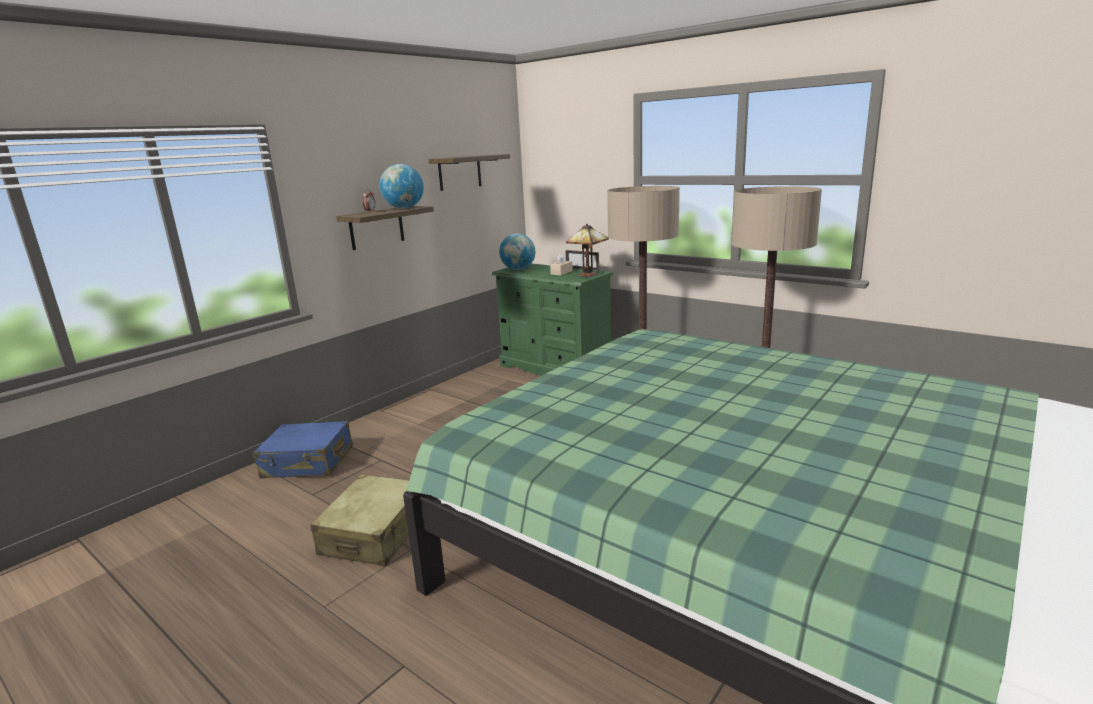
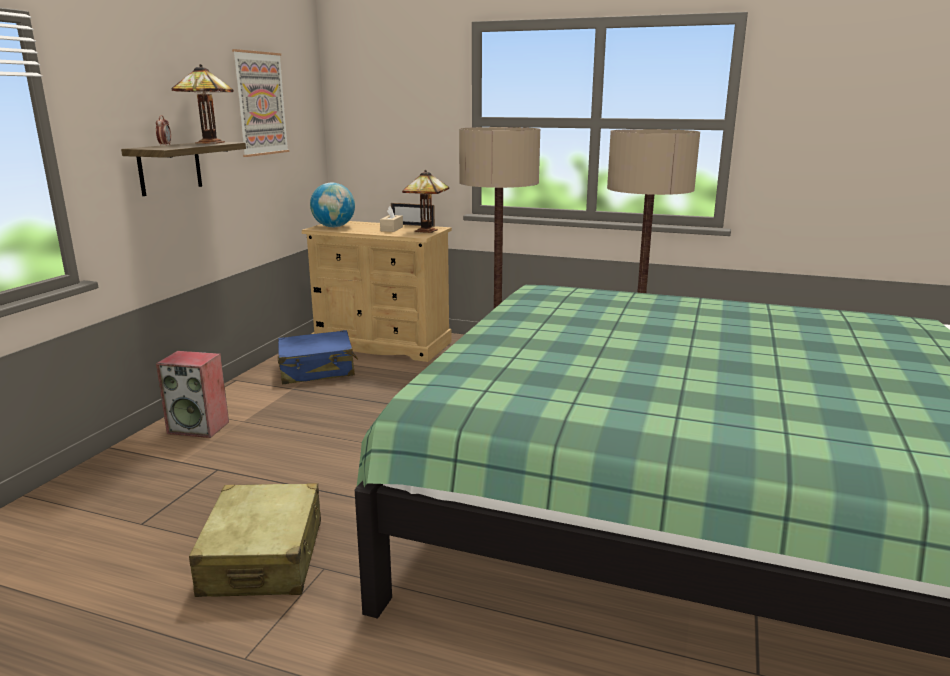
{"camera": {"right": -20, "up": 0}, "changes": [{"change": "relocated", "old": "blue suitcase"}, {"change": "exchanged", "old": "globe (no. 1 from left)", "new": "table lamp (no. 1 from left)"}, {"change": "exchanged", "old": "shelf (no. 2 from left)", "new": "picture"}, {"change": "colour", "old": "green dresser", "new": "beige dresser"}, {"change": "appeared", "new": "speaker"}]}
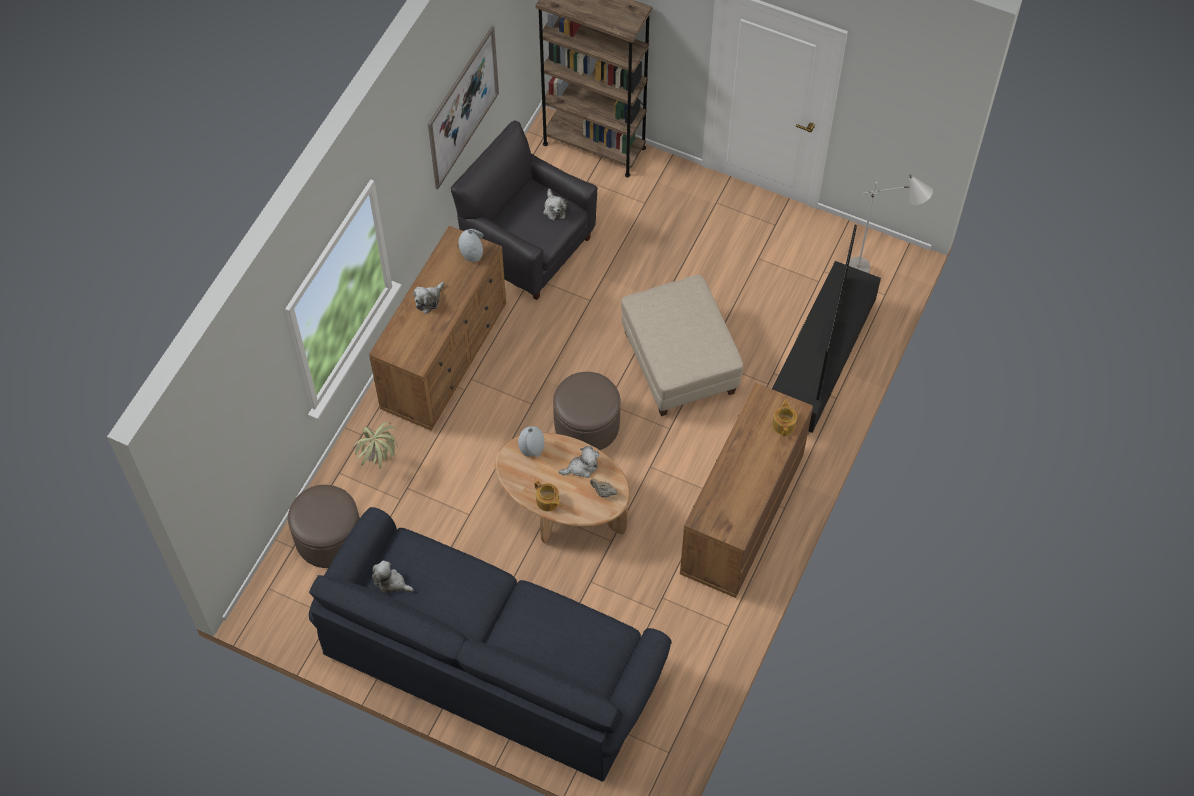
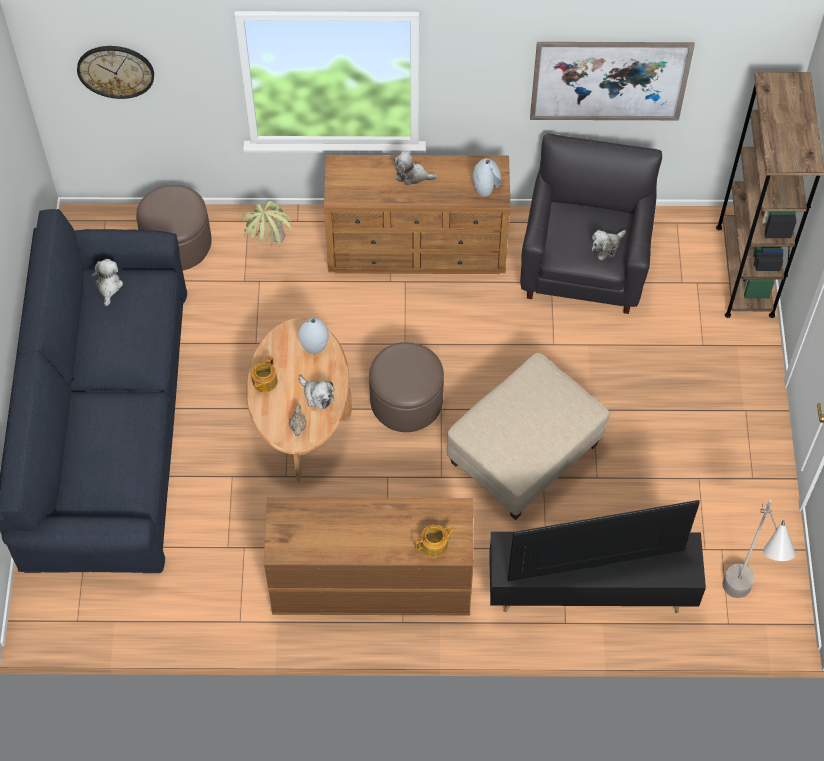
{"camera": {"right": 65, "up": 0}, "changes": [{"change": "appeared", "new": "wall clock"}]}
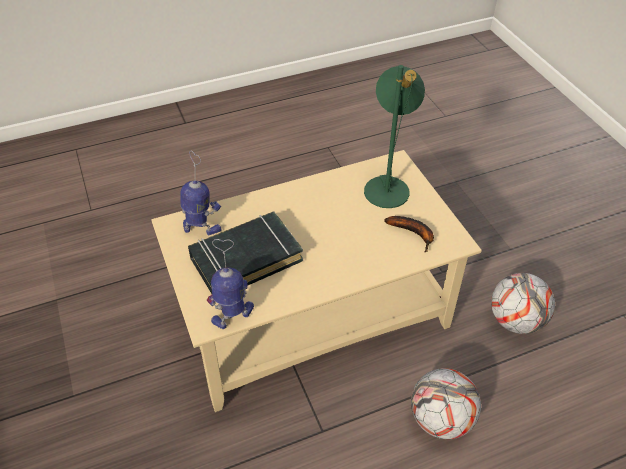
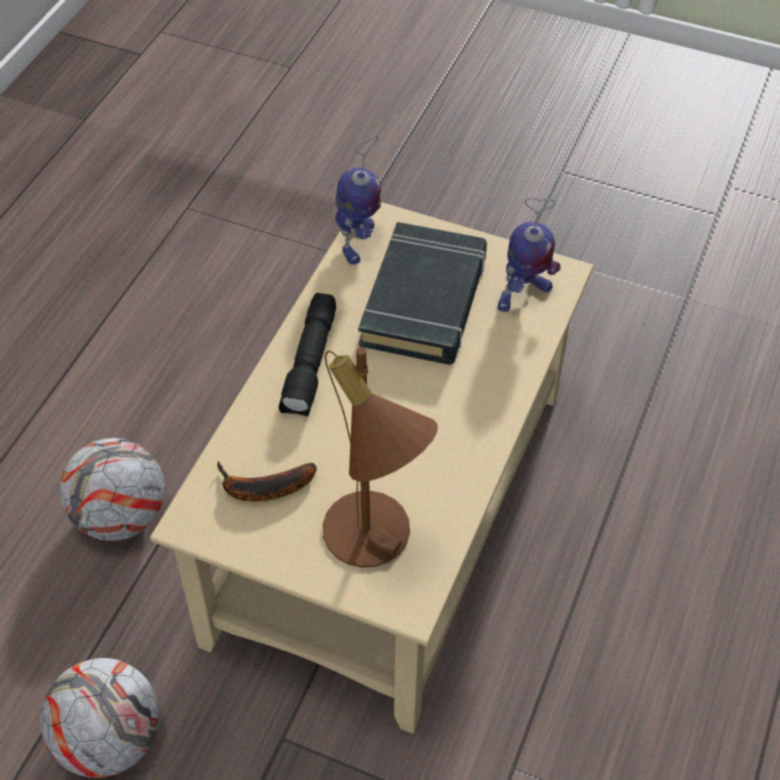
{"camera": {"right": 135, "up": 5}, "changes": [{"change": "colour", "old": "green table lamp", "new": "brown table lamp"}, {"change": "appeared", "new": "black flashlight"}]}
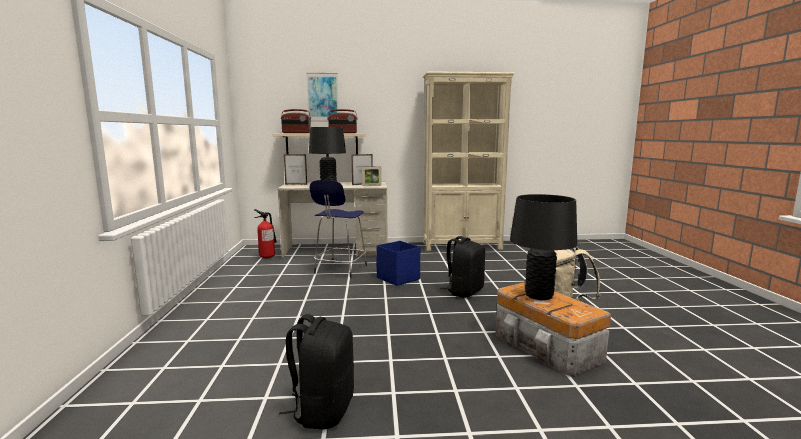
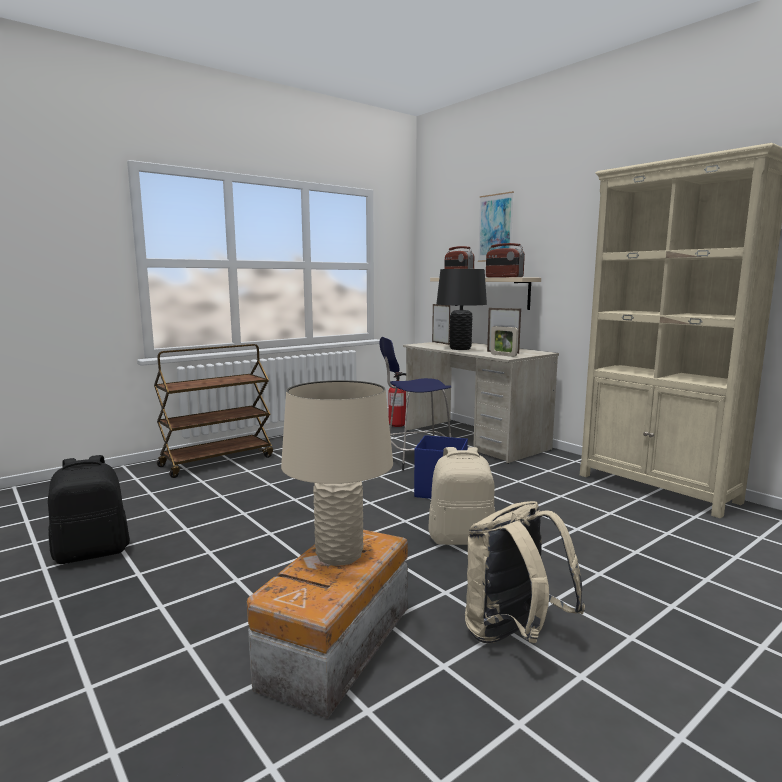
{"camera": {"right": 55, "up": 0}, "changes": [{"change": "colour", "old": "black backpack (no. 2 from left)", "new": "beige backpack (no. 1 from left)"}, {"change": "colour", "old": "black table lamp (no. 2 from left)", "new": "beige table lamp"}, {"change": "appeared", "new": "brown cart"}]}
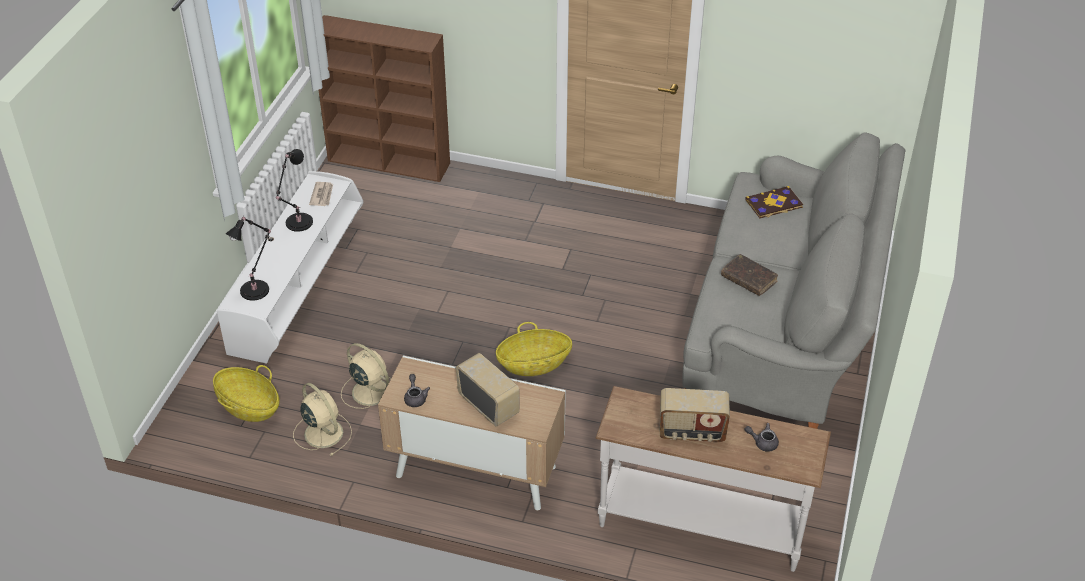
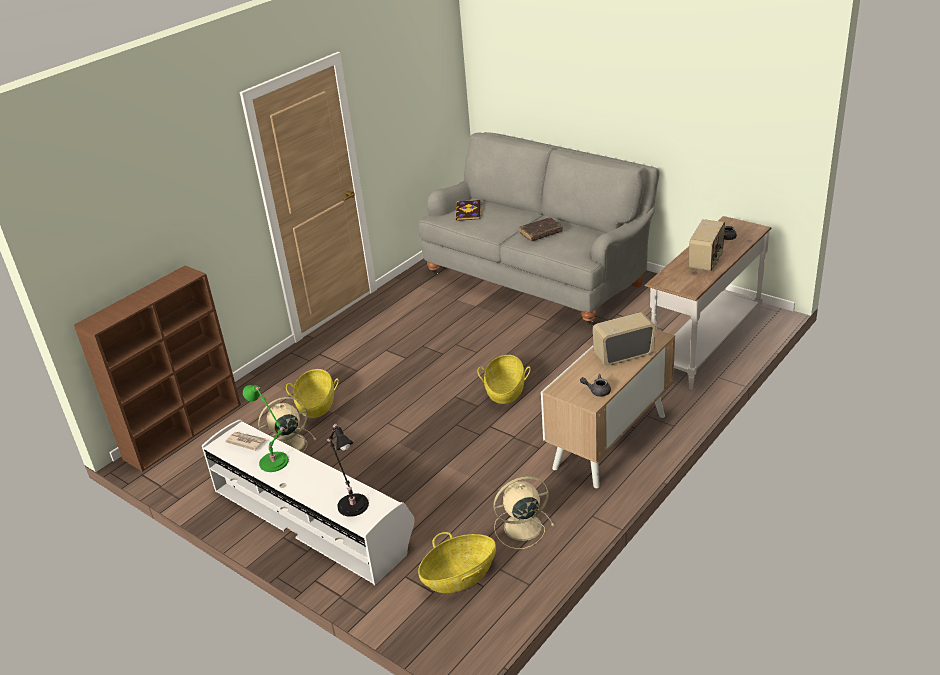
{"camera": {"right": -65, "up": -10}, "changes": [{"change": "colour", "old": "black table lamp (no. 2 from left)", "new": "green table lamp"}, {"change": "relocated", "old": "beige fan (no. 2 from left in the first image)", "new": "beige fan (no. 1 from left)"}, {"change": "appeared", "new": "basket (no. 1 from left)"}]}
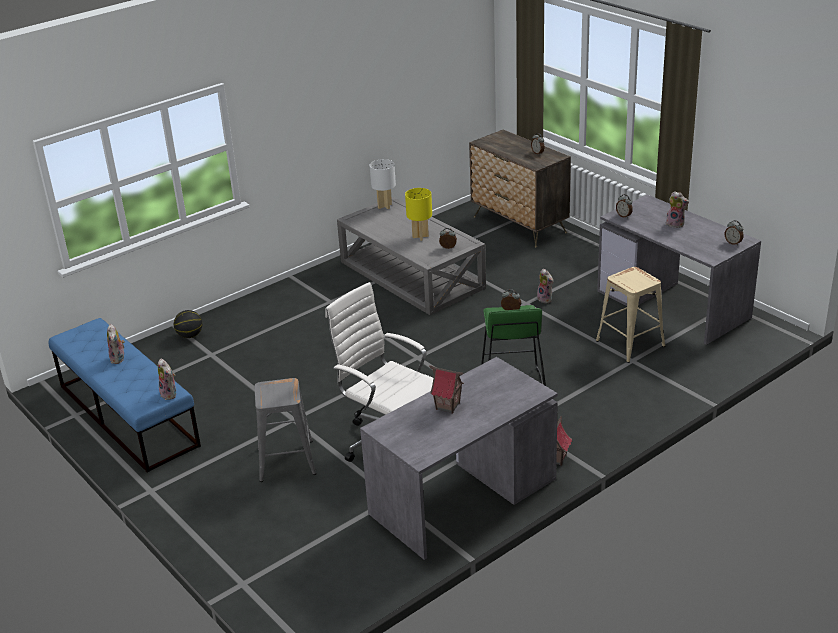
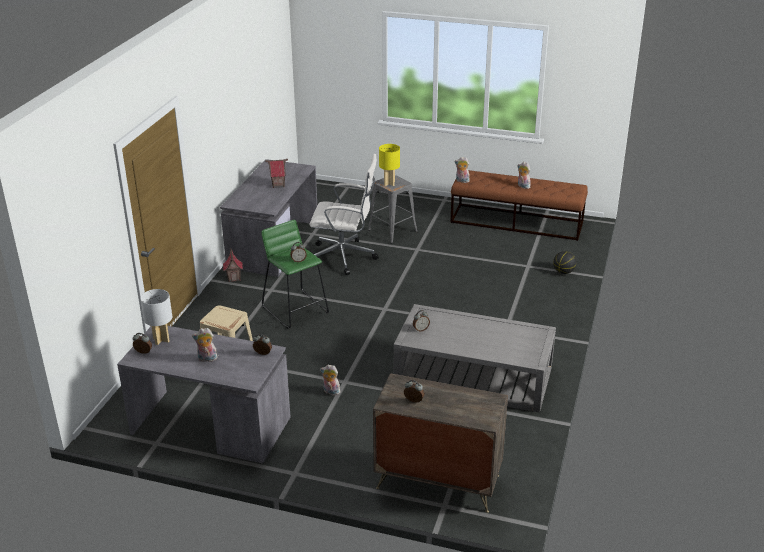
{"camera": {"right": 145, "up": 0}, "changes": [{"change": "colour", "old": "blue bench", "new": "brown bench"}, {"change": "relocated", "old": "white table lamp"}, {"change": "relocated", "old": "yellow table lamp"}]}
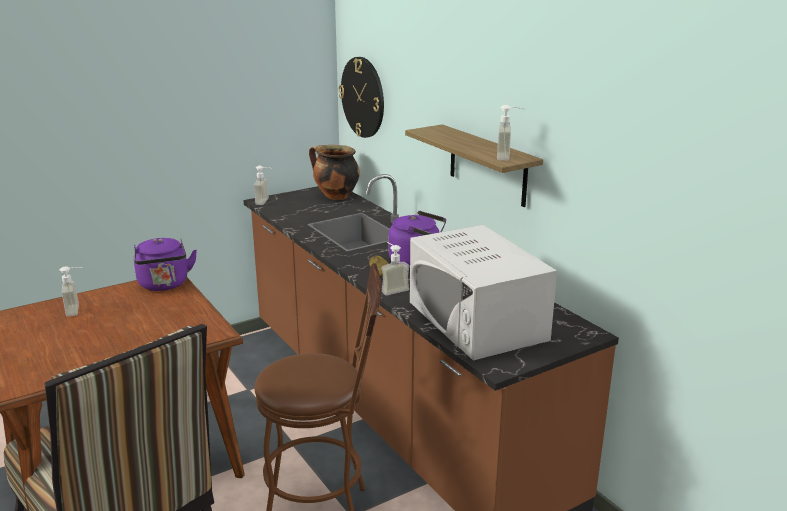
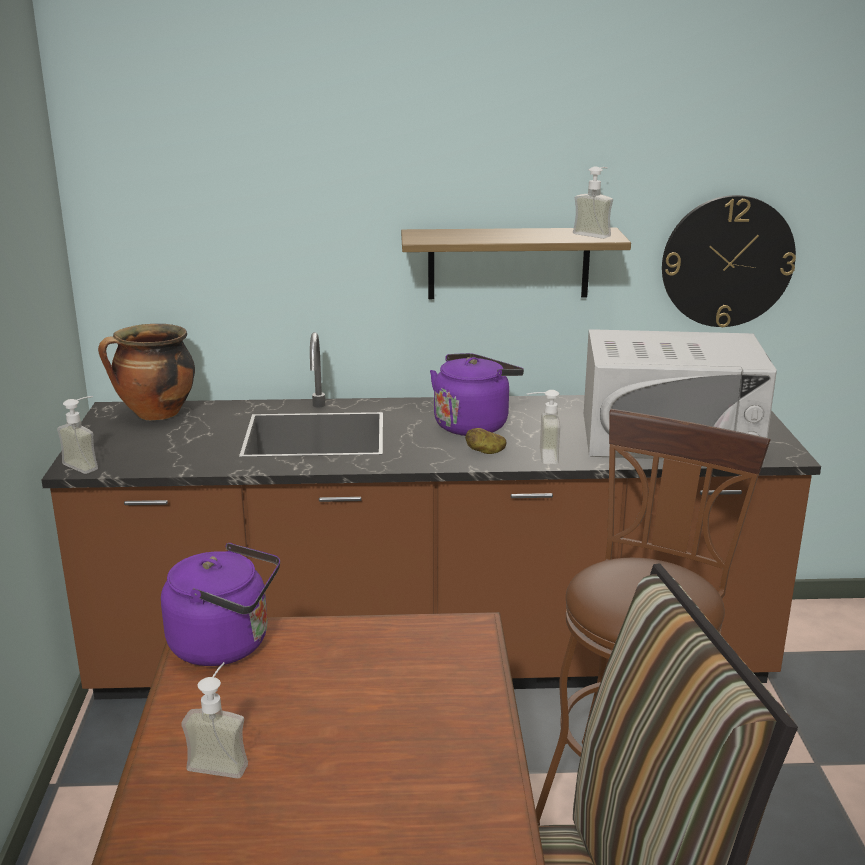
{"camera": {"right": -60, "up": 0}, "changes": [{"change": "relocated", "old": "wall clock"}]}
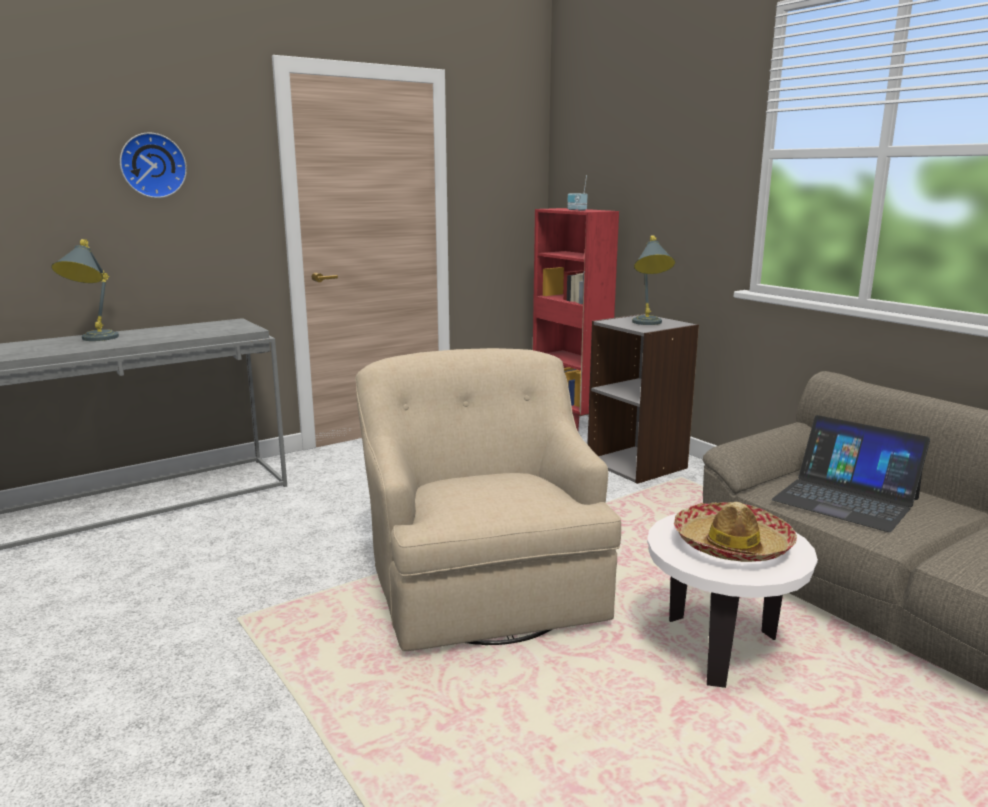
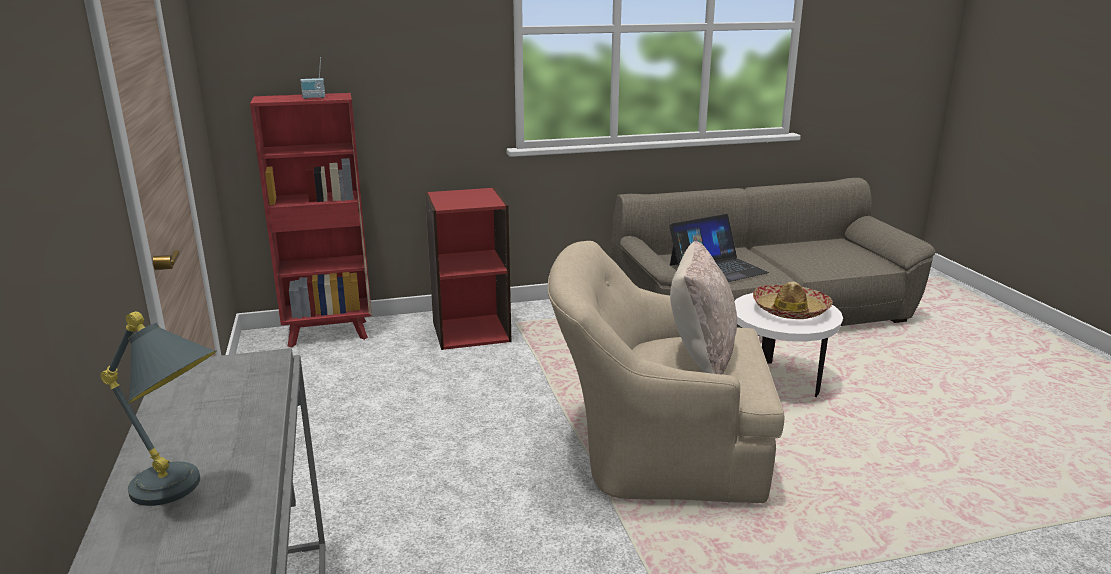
{"camera": {"right": -70, "up": 5}, "changes": [{"change": "missing", "old": "wall clock"}, {"change": "colour", "old": "grey bookcase", "new": "red bookcase (no. 2 from left)"}, {"change": "missing", "old": "grey table lamp (no. 2 from left)"}, {"change": "appeared", "new": "beige pillow"}]}
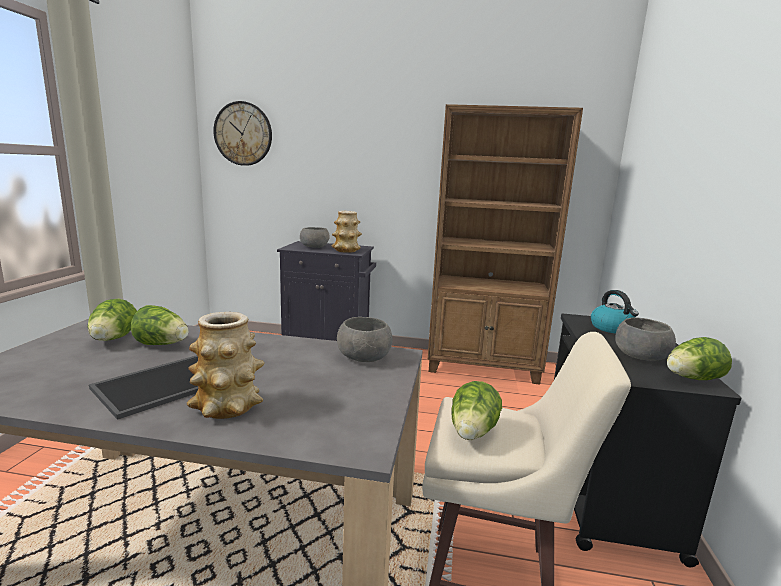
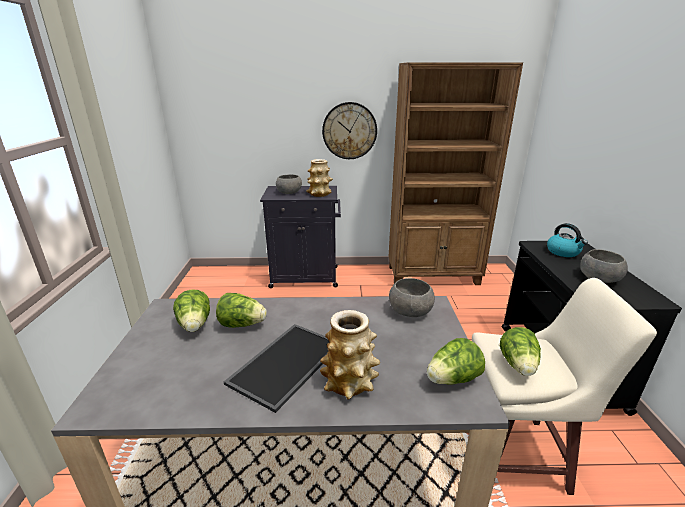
{"camera": {"right": -10, "up": 10}, "changes": [{"change": "relocated", "old": "wall clock"}, {"change": "relocated", "old": "lettuce (no. 4 from left in the first image)", "new": "lettuce (no. 3 from left)"}]}
